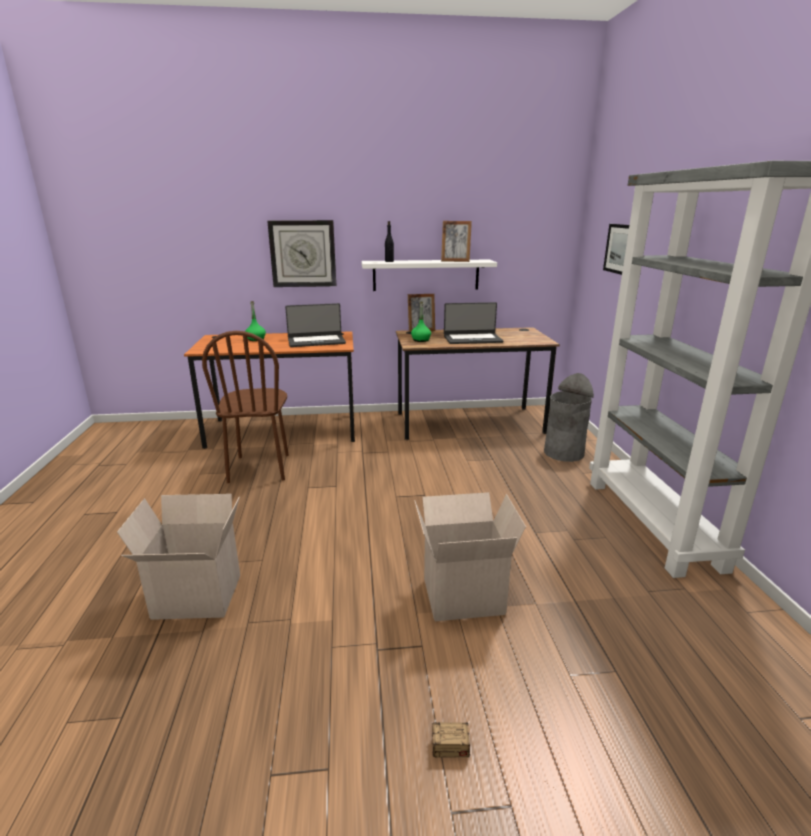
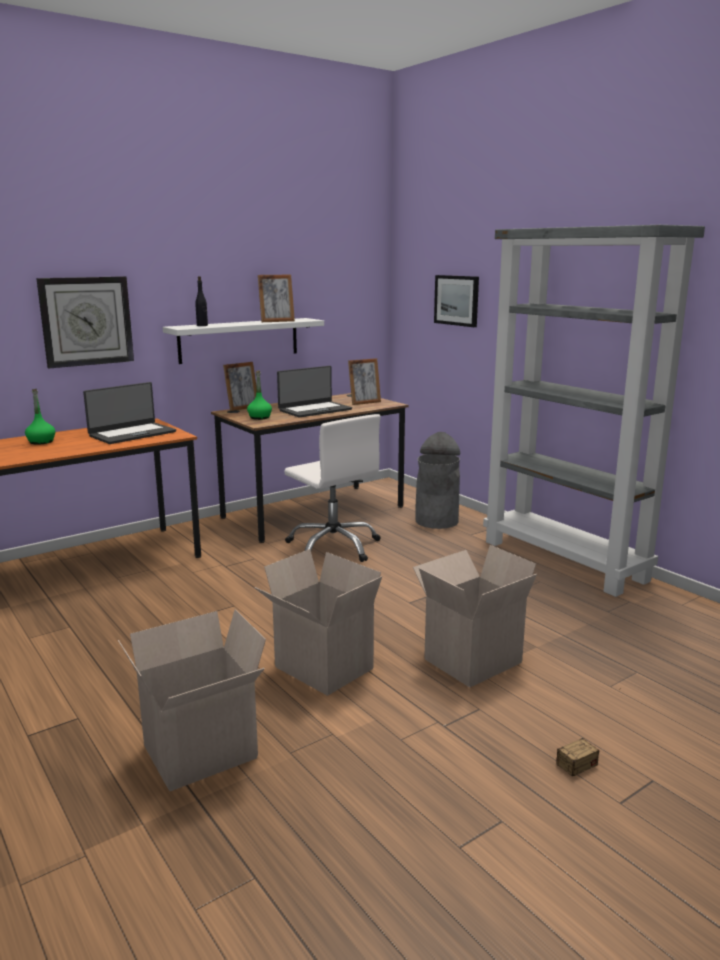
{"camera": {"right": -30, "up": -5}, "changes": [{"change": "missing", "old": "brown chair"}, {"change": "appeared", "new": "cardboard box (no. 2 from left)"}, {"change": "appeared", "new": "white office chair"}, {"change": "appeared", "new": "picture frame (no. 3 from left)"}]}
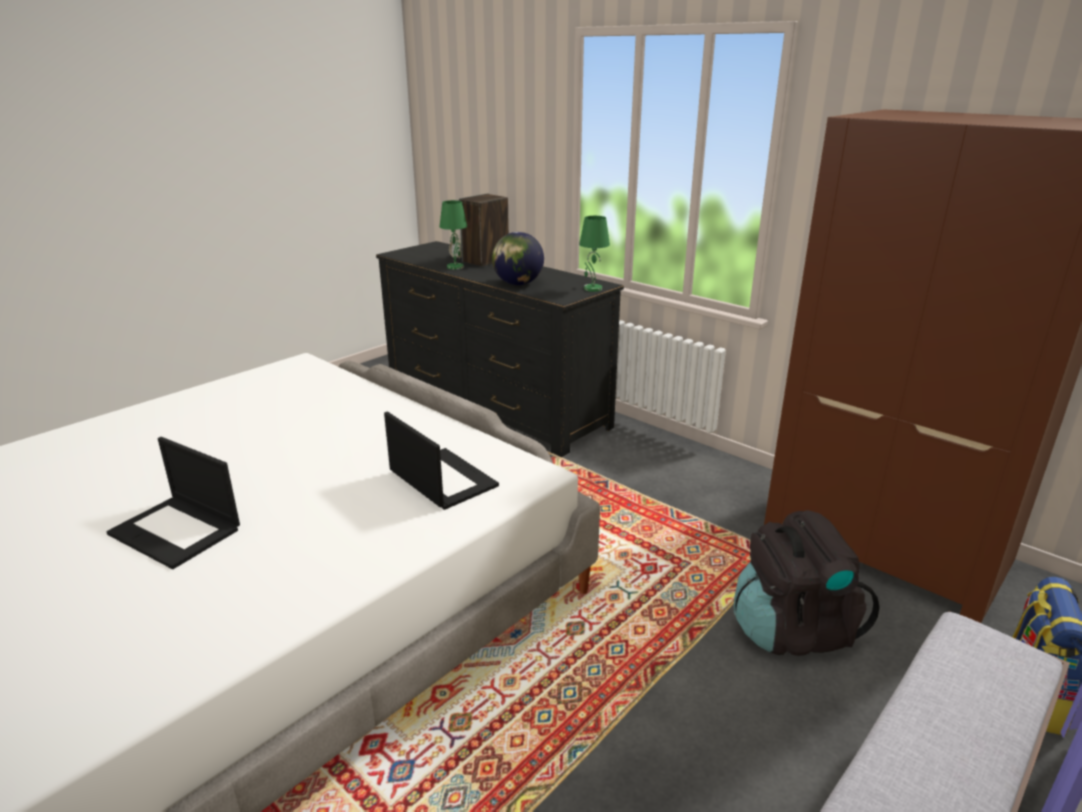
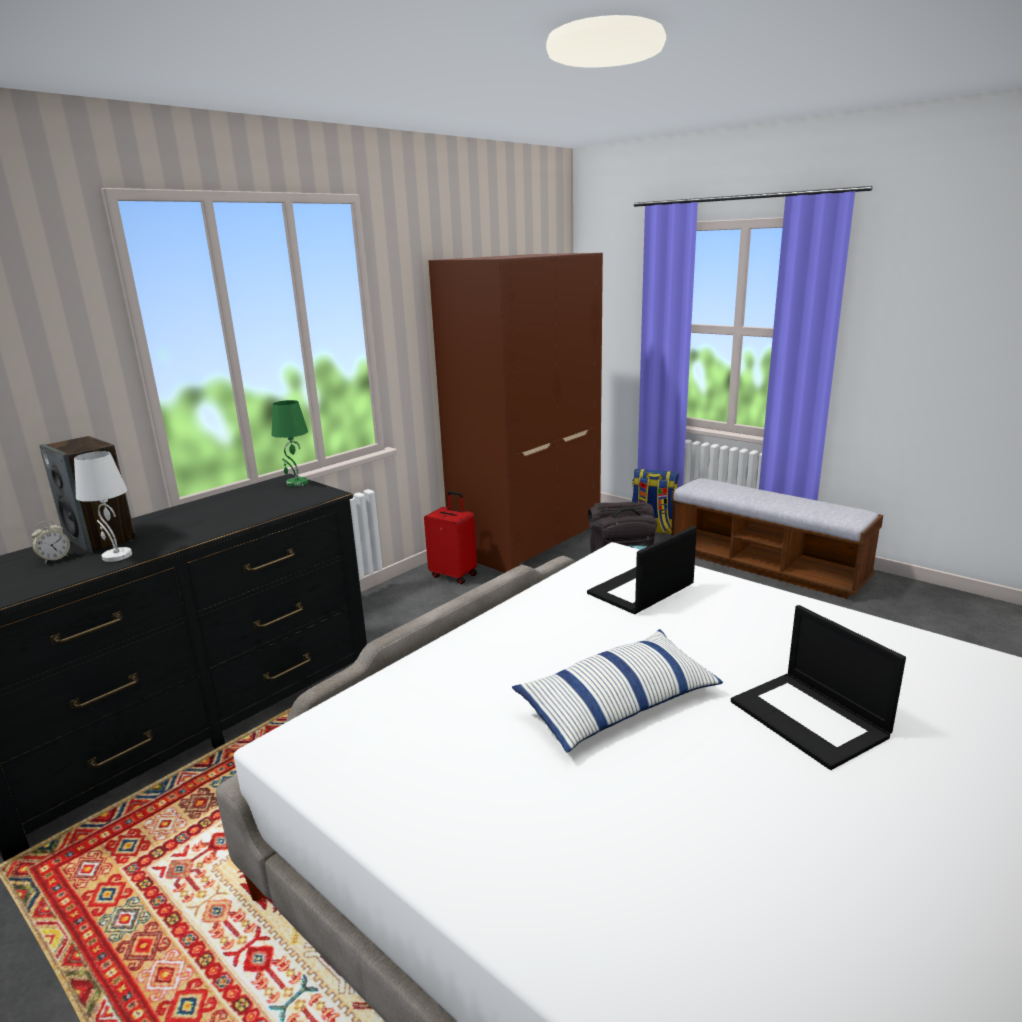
{"camera": {"right": -90, "up": -5}, "changes": [{"change": "spun", "old": "laptop (no. 1 from left in the first image)", "degrees": 120}, {"change": "colour", "old": "green table lamp (no. 1 from left)", "new": "white table lamp"}, {"change": "missing", "old": "globe"}, {"change": "appeared", "new": "red suitcase"}, {"change": "appeared", "new": "pillow"}]}
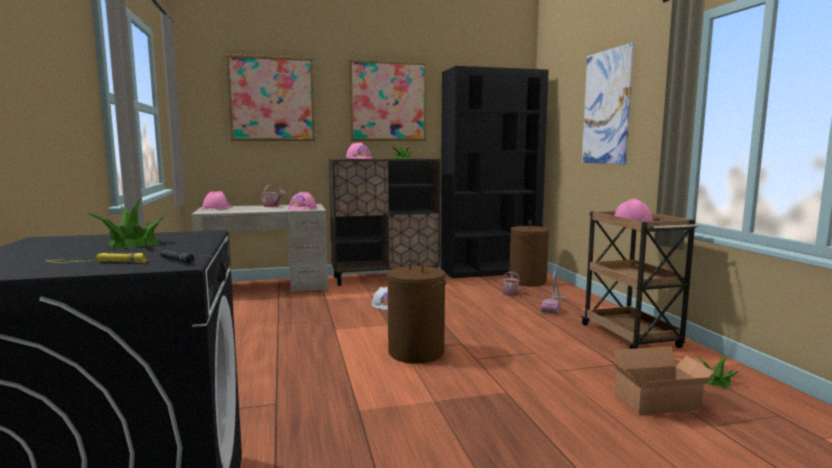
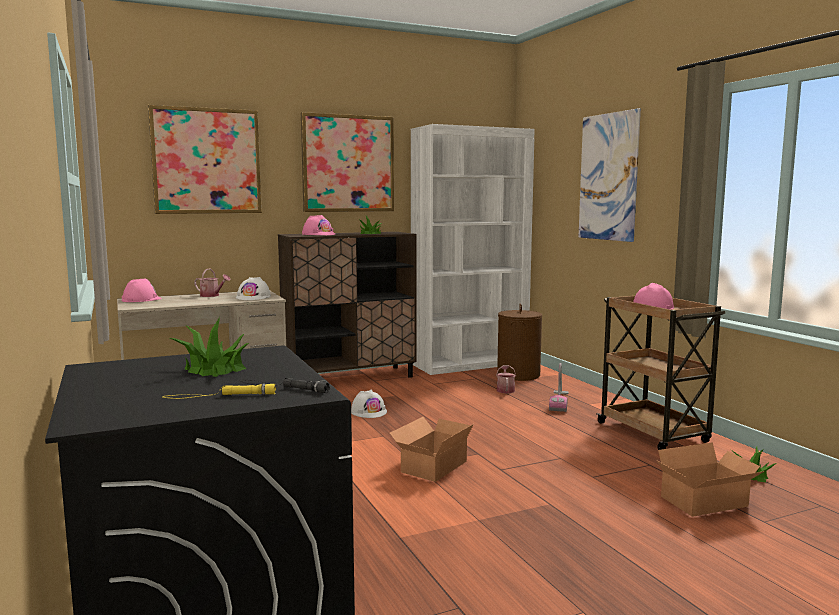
{"camera": {"right": -10, "up": 0}, "changes": [{"change": "colour", "old": "pink hard hat (no. 2 from left)", "new": "white hard hat (no. 1 from left)"}, {"change": "exchanged", "old": "brown laundry basket (no. 1 from left)", "new": "cardboard box (no. 1 from left)"}, {"change": "colour", "old": "black bookcase", "new": "white bookcase"}]}
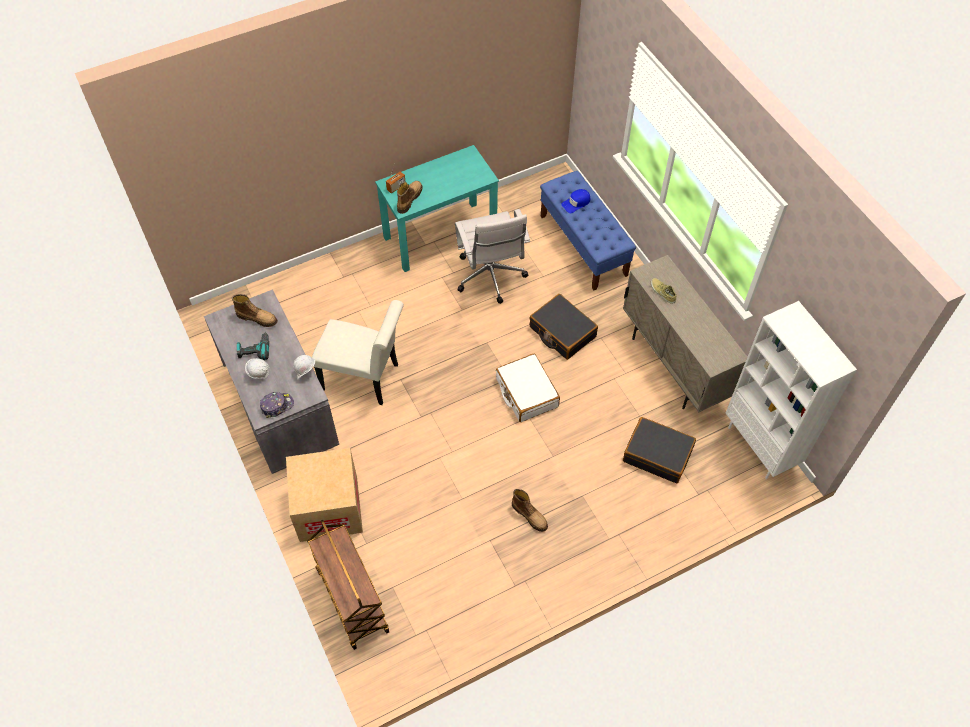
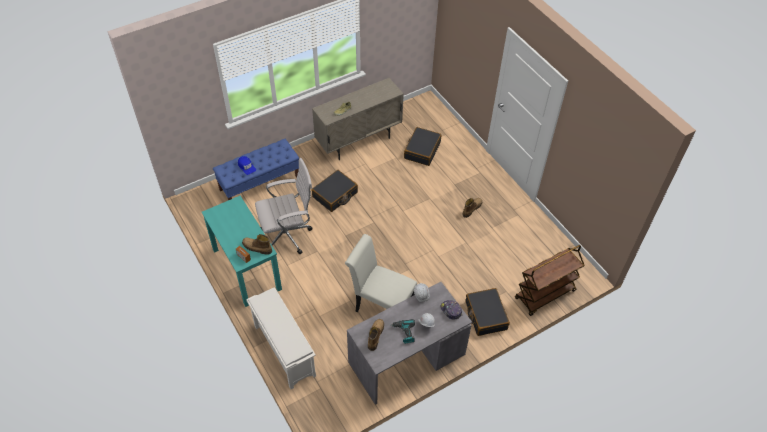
{"camera": {"right": -95, "up": -5}, "changes": [{"change": "exchanged", "old": "cardboard box", "new": "black suitcase (no. 3 from left)"}, {"change": "spun", "old": "white chair", "degrees": -75}, {"change": "missing", "old": "white suitcase"}, {"change": "missing", "old": "white bookcase"}, {"change": "appeared", "new": "white shoe rack"}]}
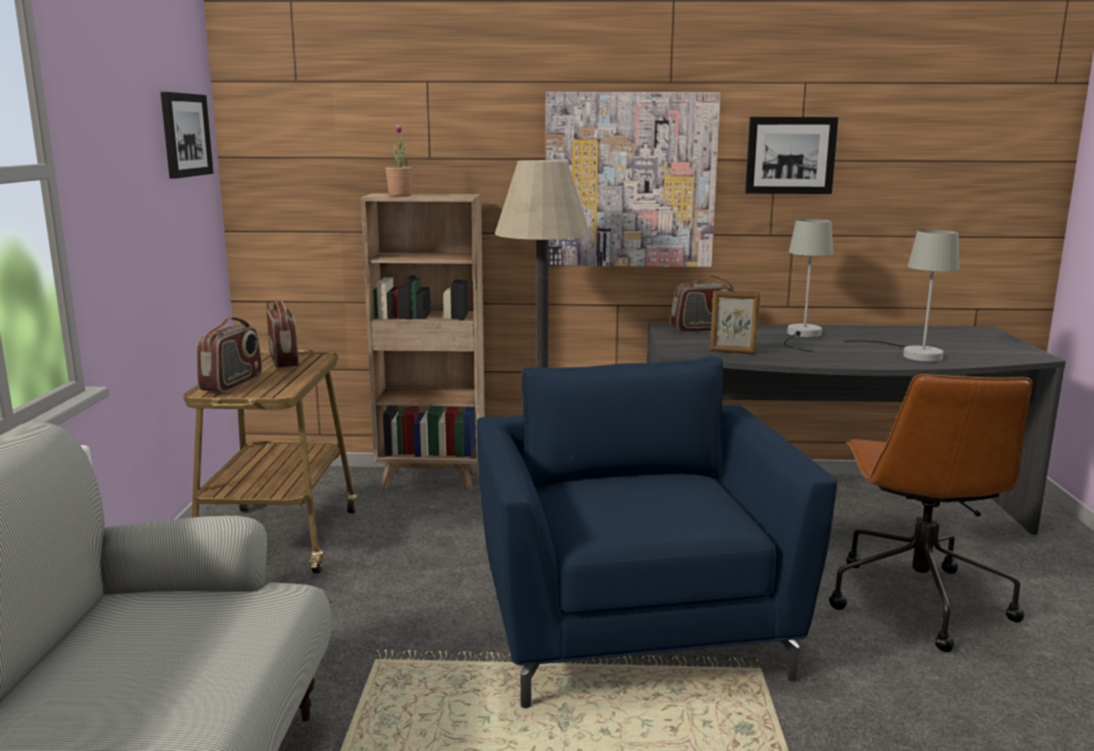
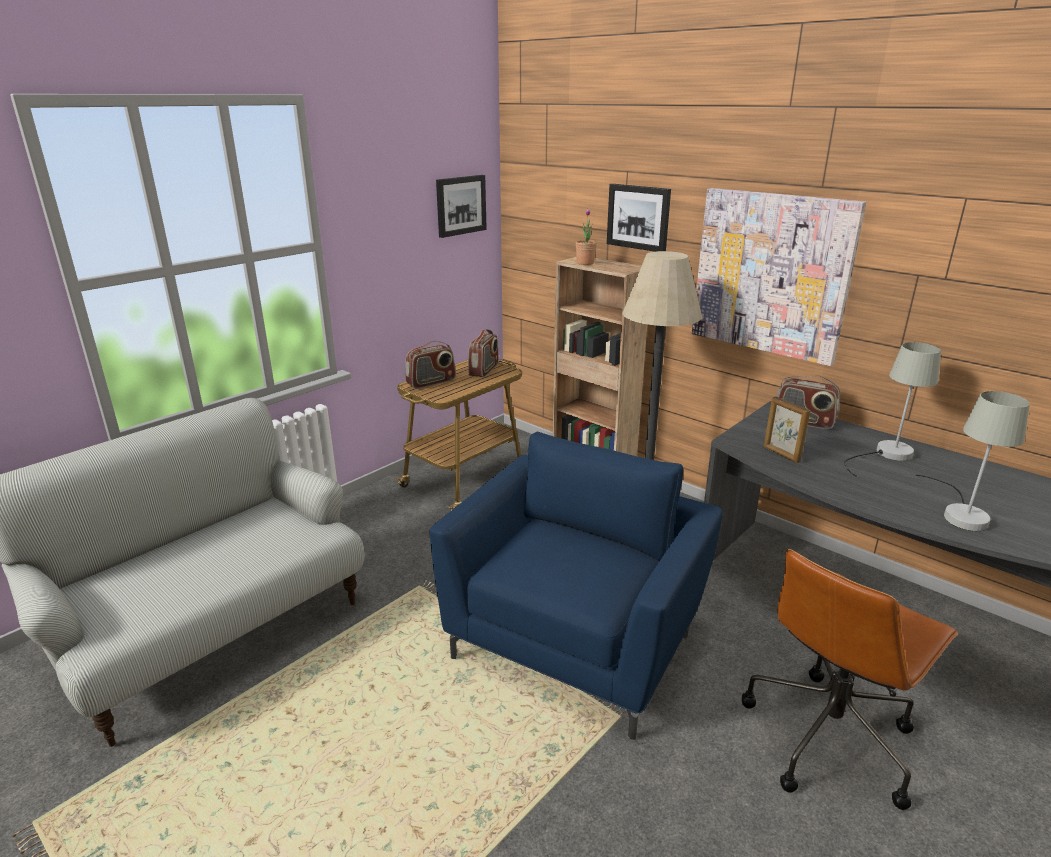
{"camera": {"right": 40, "up": 10}, "changes": [{"change": "relocated", "old": "picture (no. 3 from left in the first image)", "new": "picture (no. 2 from left)"}]}
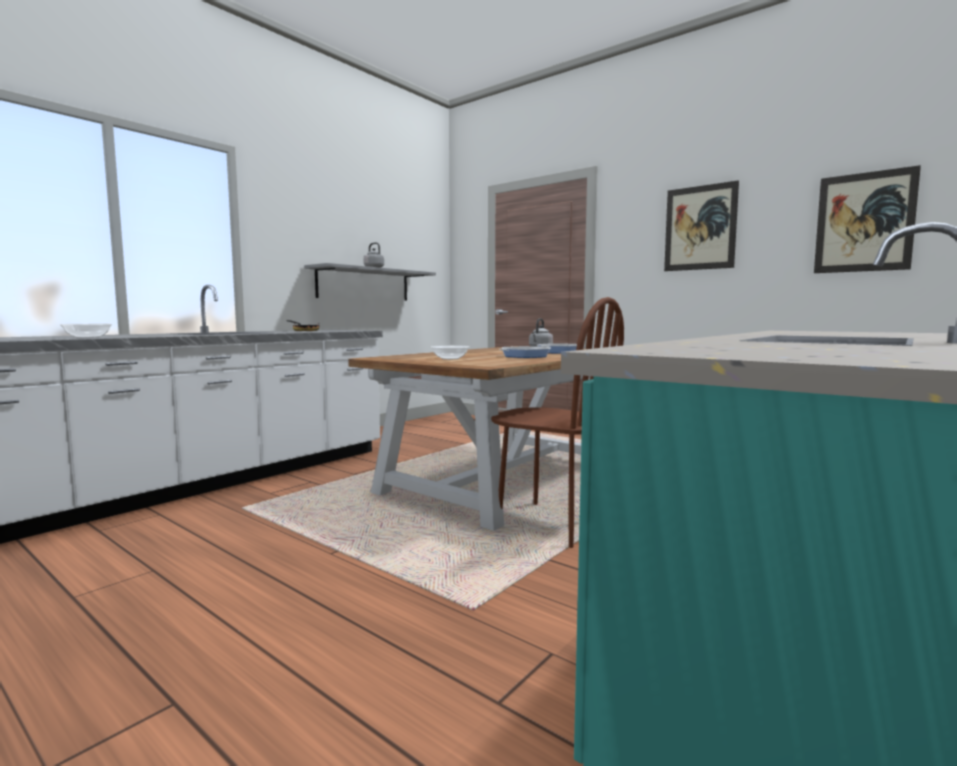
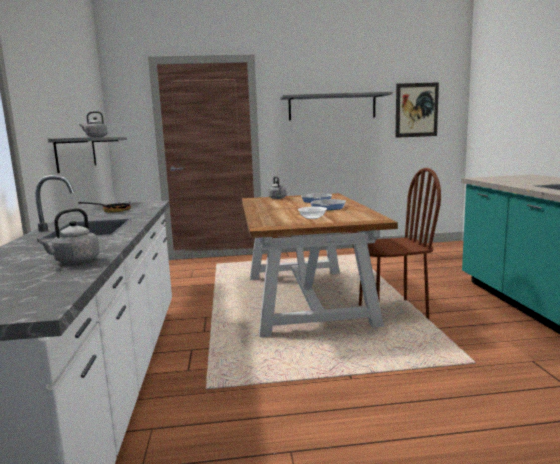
{"camera": {"right": -45, "up": 5}, "changes": [{"change": "exchanged", "old": "bowl (no. 1 from left)", "new": "grey kettle (no. 1 from left)"}, {"change": "exchanged", "old": "picture (no. 1 from left)", "new": "grey shelf (no. 2 from left)"}]}
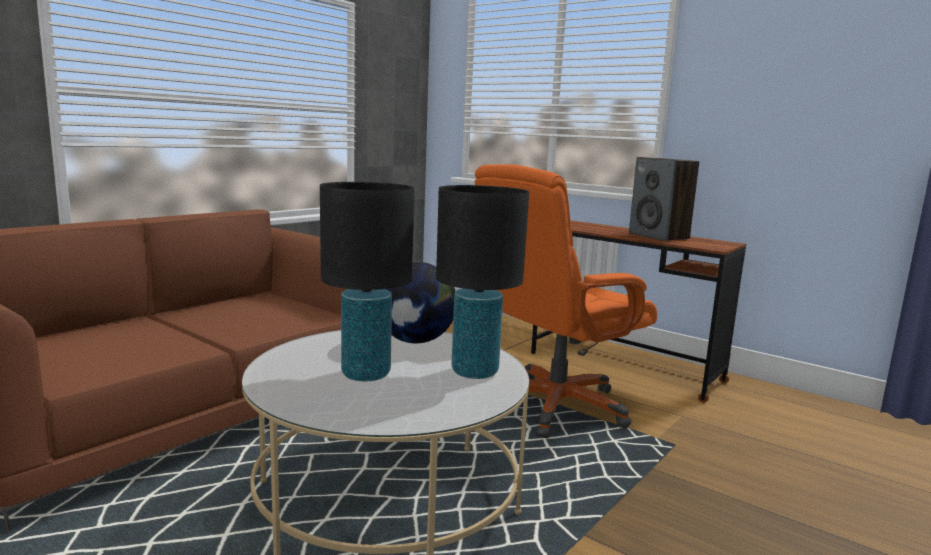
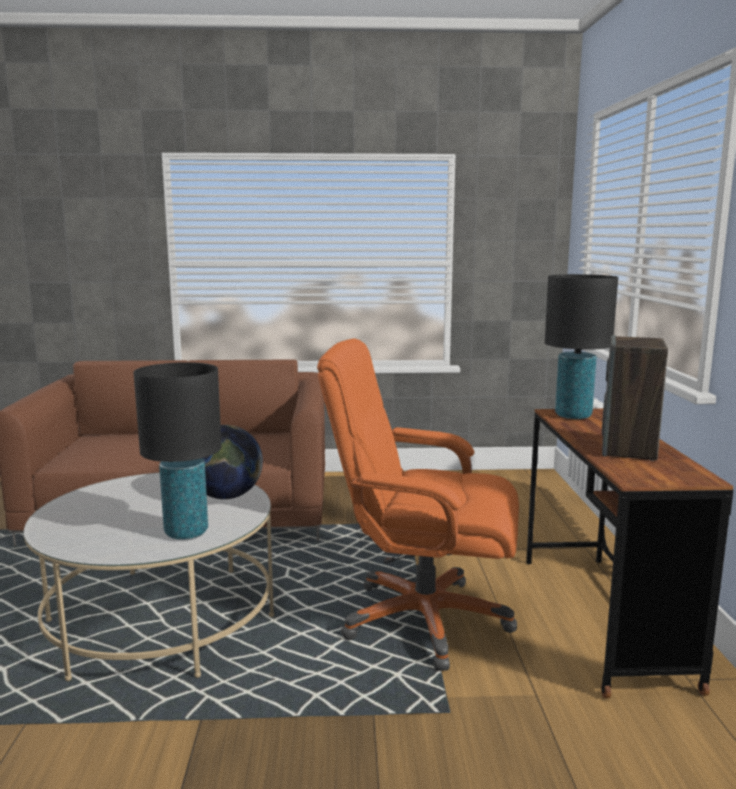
{"camera": {"right": 50, "up": 0}, "changes": [{"change": "relocated", "old": "black table lamp (no. 1 from left in the first image)", "new": "black table lamp (no. 2 from left)"}]}
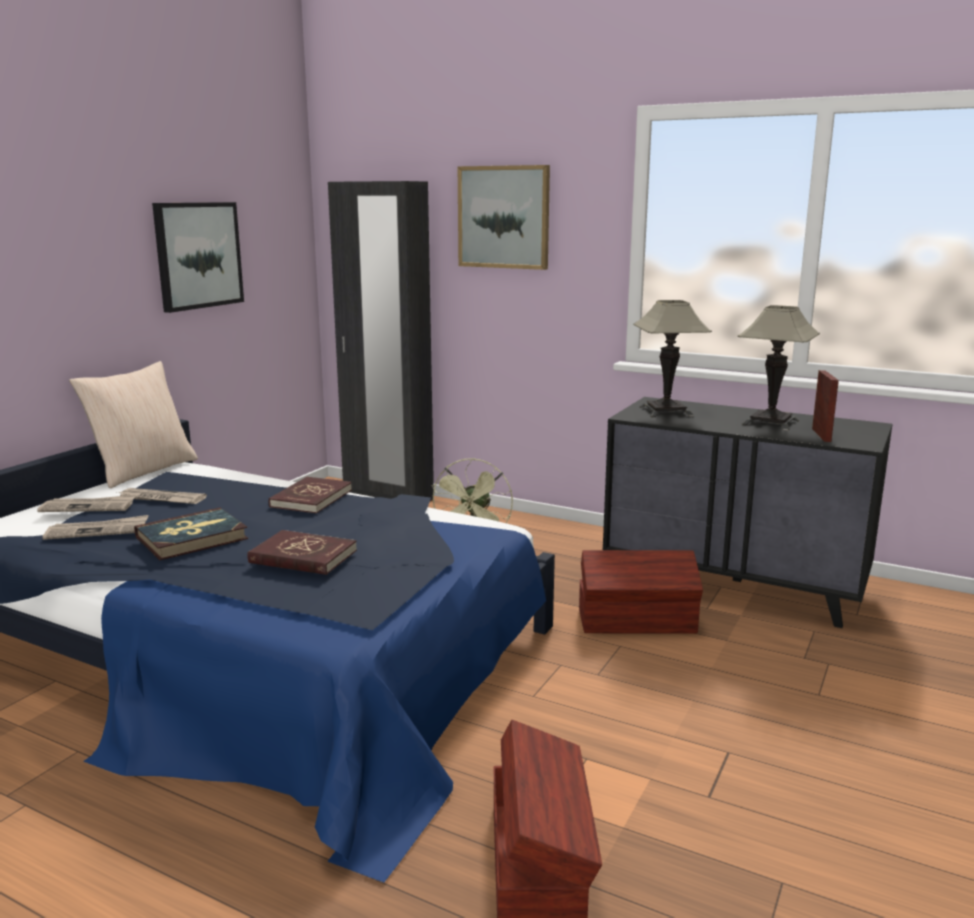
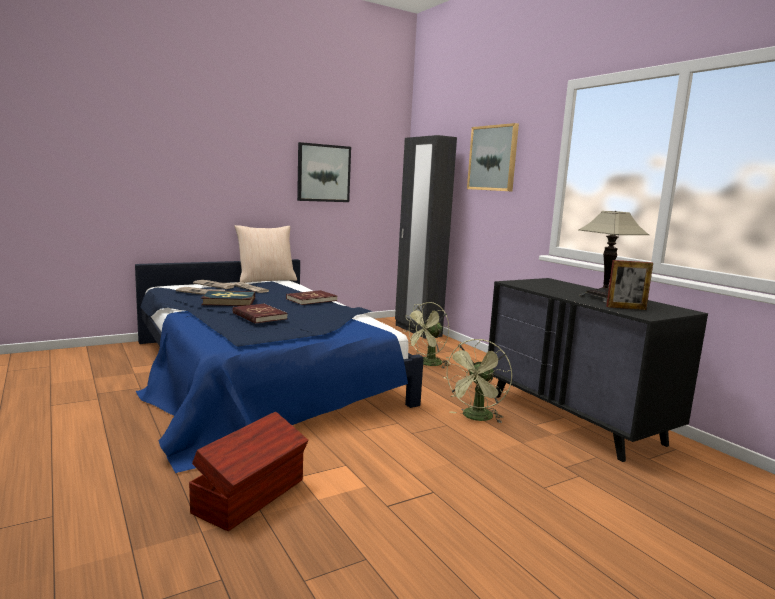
{"camera": {"right": 30, "up": -5}, "changes": [{"change": "exchanged", "old": "brown storage box (no. 2 from left)", "new": "green fan (no. 2 from left)"}, {"change": "missing", "old": "table lamp (no. 1 from left)"}, {"change": "spun", "old": "picture frame", "degrees": 60}]}
